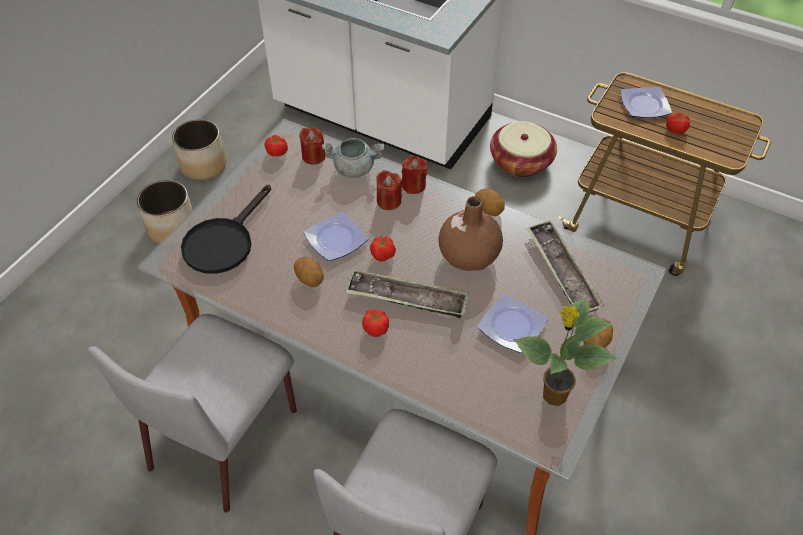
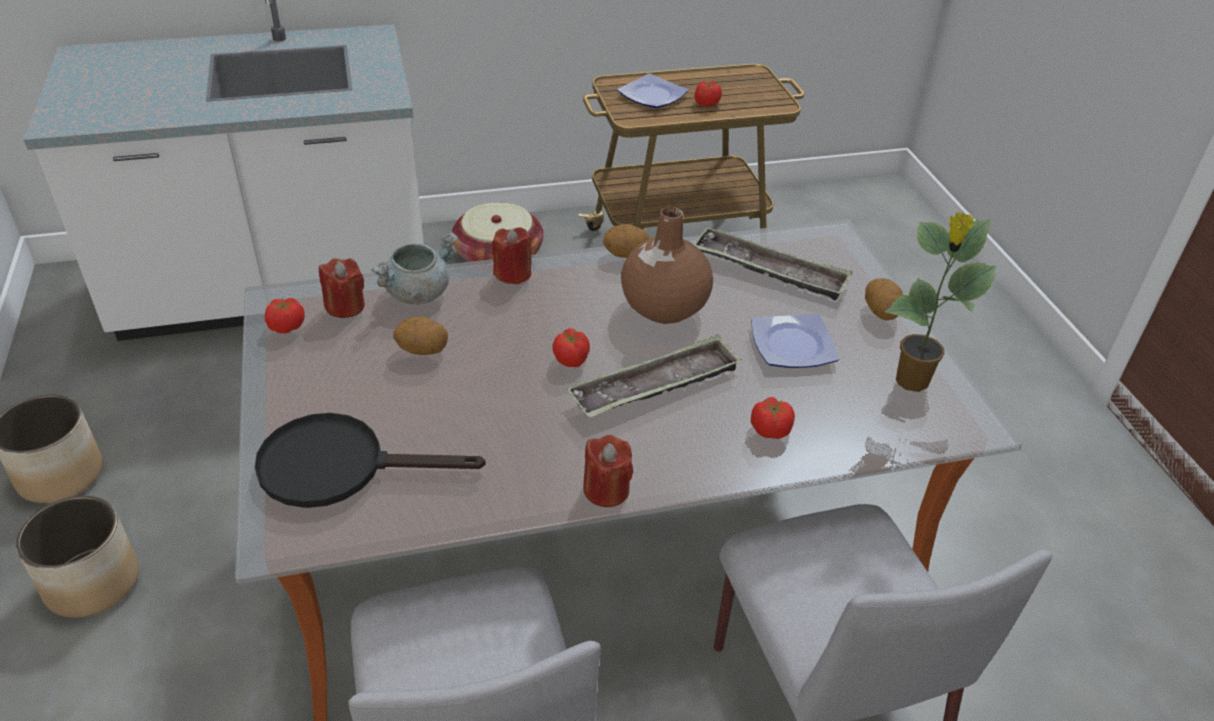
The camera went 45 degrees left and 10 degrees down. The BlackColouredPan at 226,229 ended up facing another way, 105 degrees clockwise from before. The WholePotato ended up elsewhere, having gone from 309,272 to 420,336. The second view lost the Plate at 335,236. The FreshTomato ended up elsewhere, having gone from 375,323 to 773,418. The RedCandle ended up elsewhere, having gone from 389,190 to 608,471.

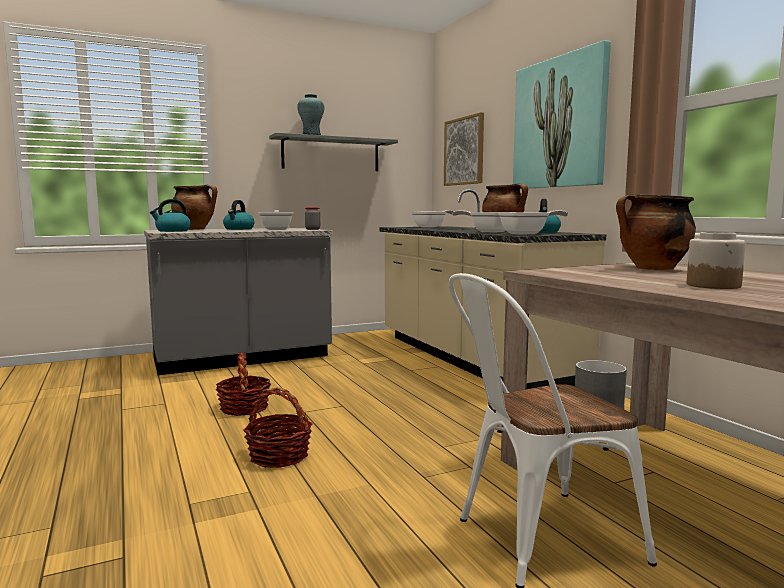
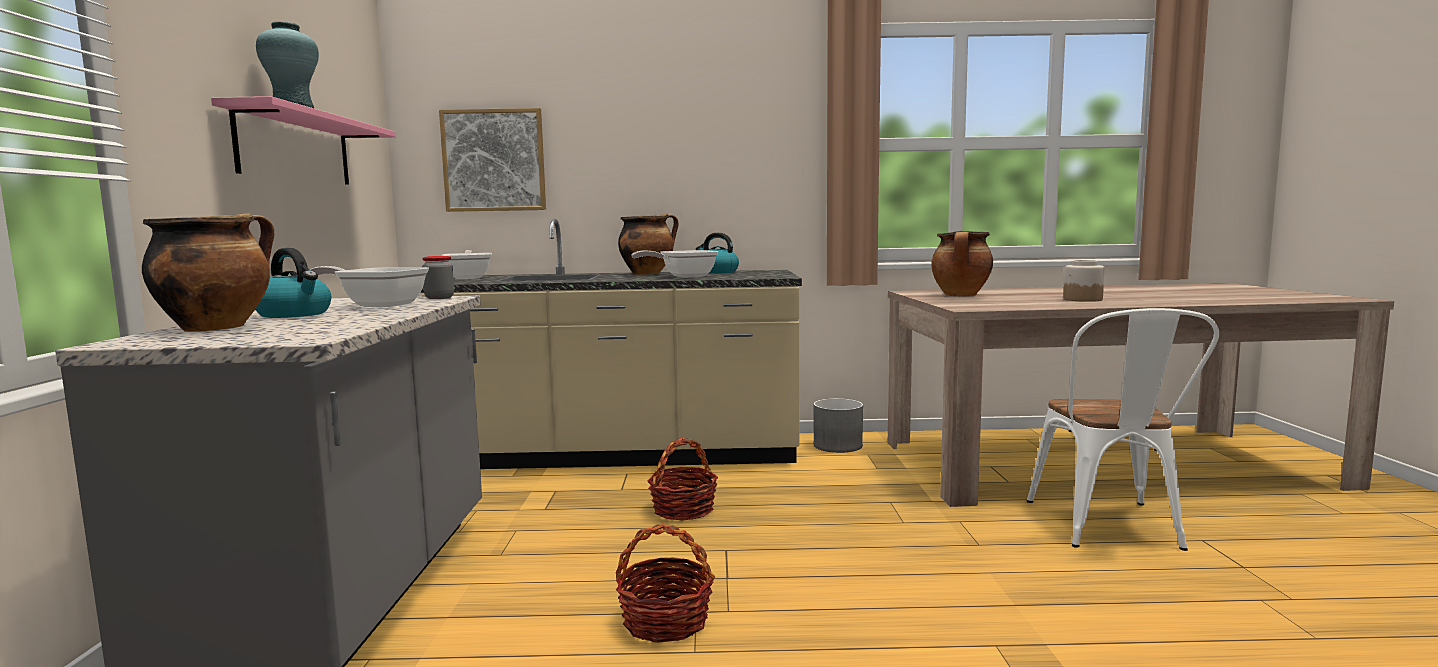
The camera went 65 degrees left and 0 degrees up. The second view lost the WaterKettle at 170,215. The Basket ended up elsewhere, having gone from 277,427 to 682,479. What was the GreyishWallShelf at 333,151 turned into the PinkWallShelf at 303,140. The second view lost the Pan at 533,222. The second view lost the Picture at 562,114.

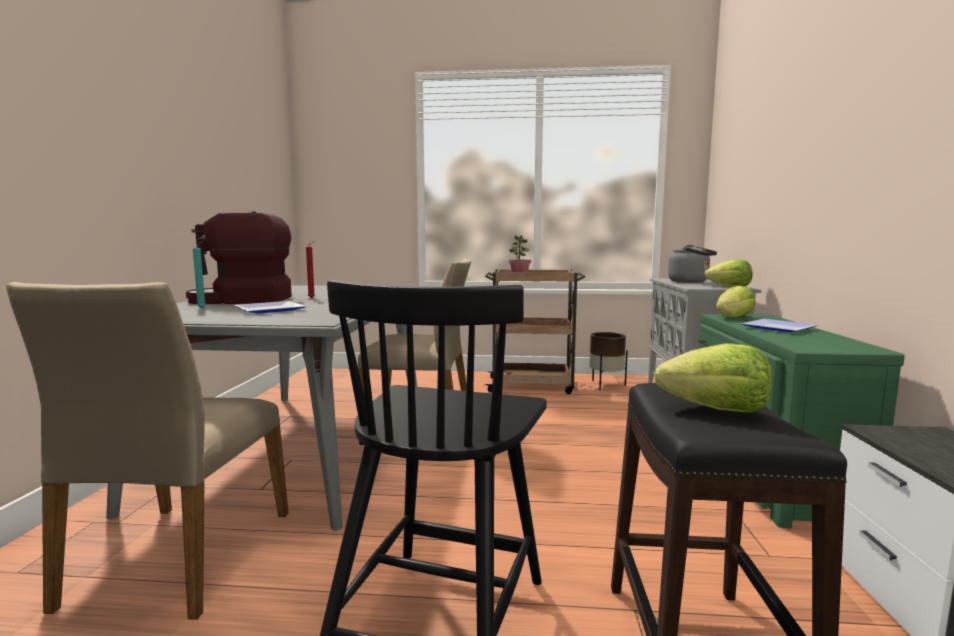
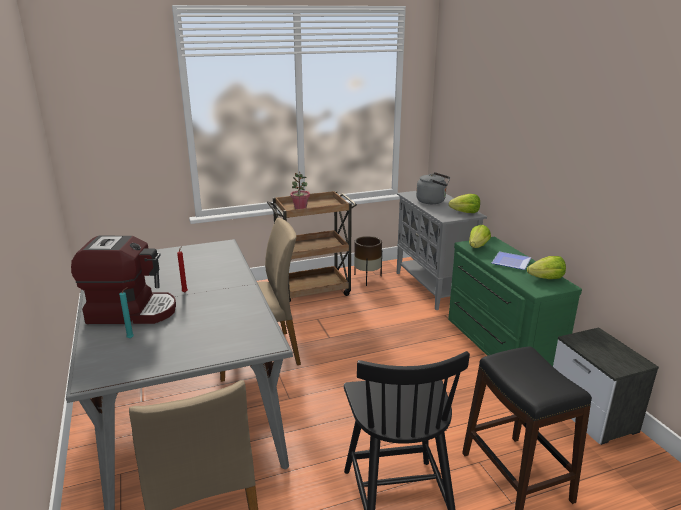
The camera went 25 degrees left and 15 degrees up. The CoffeeMachine at 239,257 ended up facing another way, 150 degrees counterclockwise from before. The second view lost the Plate at 270,307. The LettuceHead ended up elsewhere, having gone from 713,378 to 546,267.

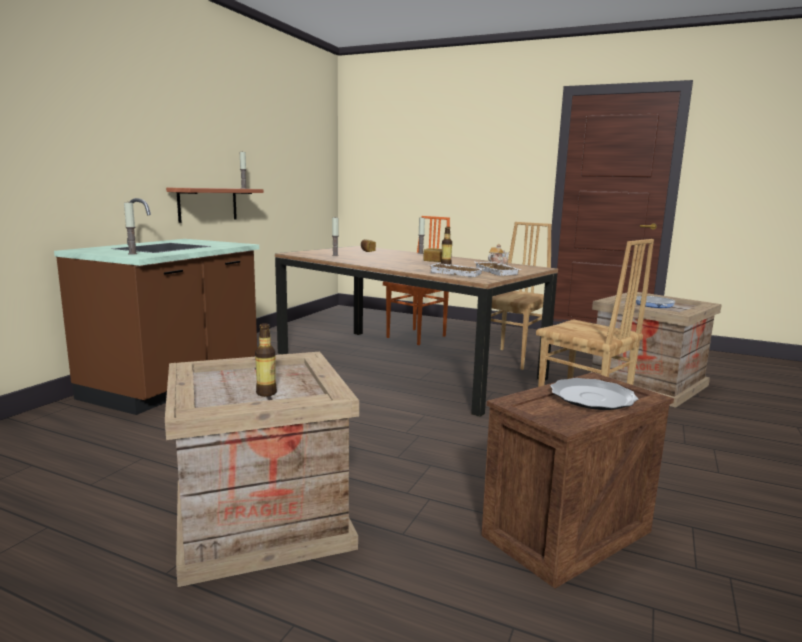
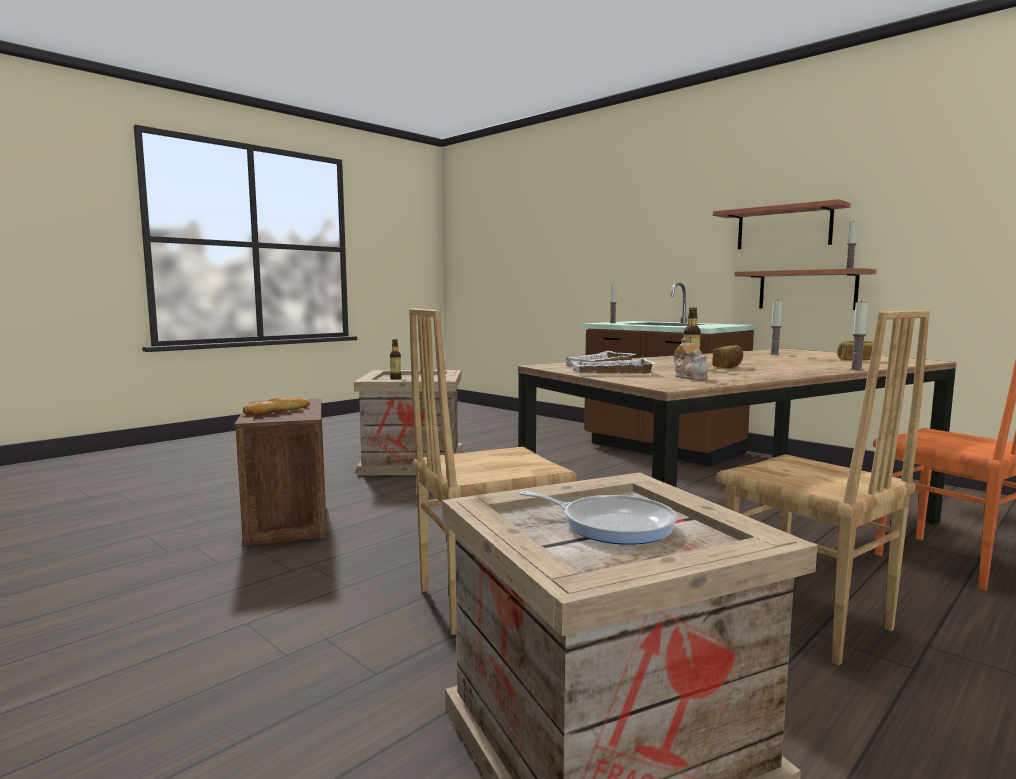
The camera went 110 degrees right and 5 degrees down. Where the Plate stood at 594,394, the Bread came to stand at 276,406. The second view gained the WallShelf at 782,224.

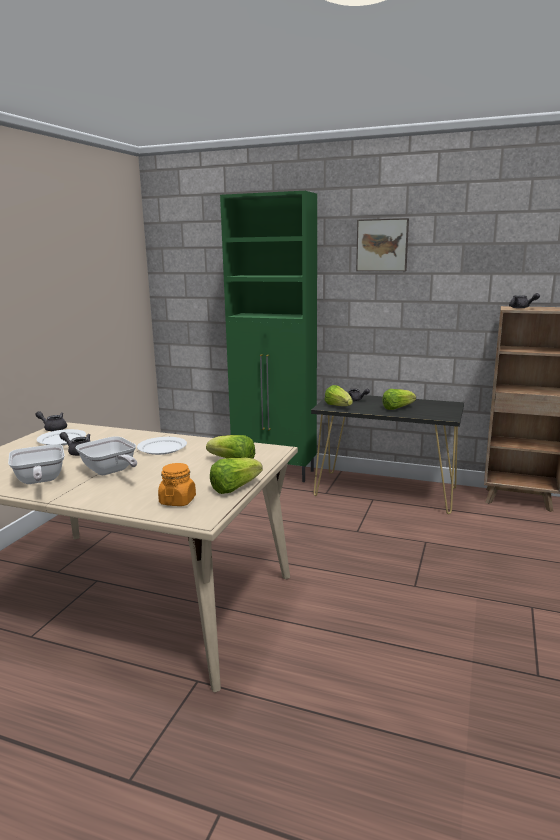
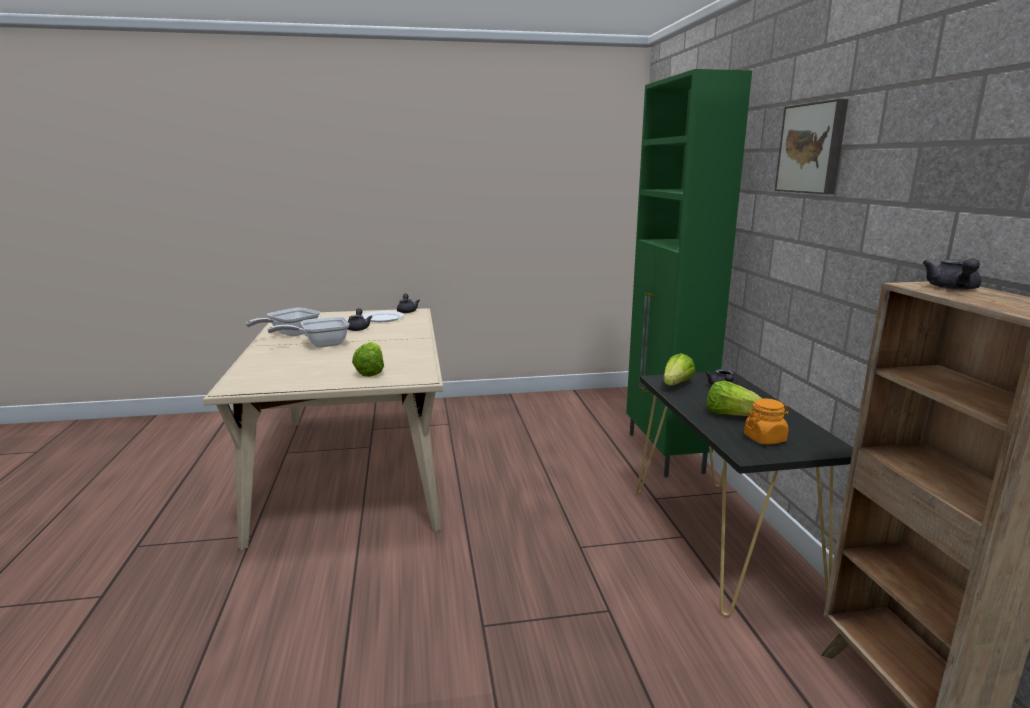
The camera went 60 degrees right and 0 degrees up. The Pan at 106,455 ended up facing another way, 45 degrees clockwise from before. The second view lost the WhitePlate at 162,446. The OrangePreserveJar ended up elsewhere, having gone from 177,484 to 766,421. The second view lost the LettuceHead at 236,476.

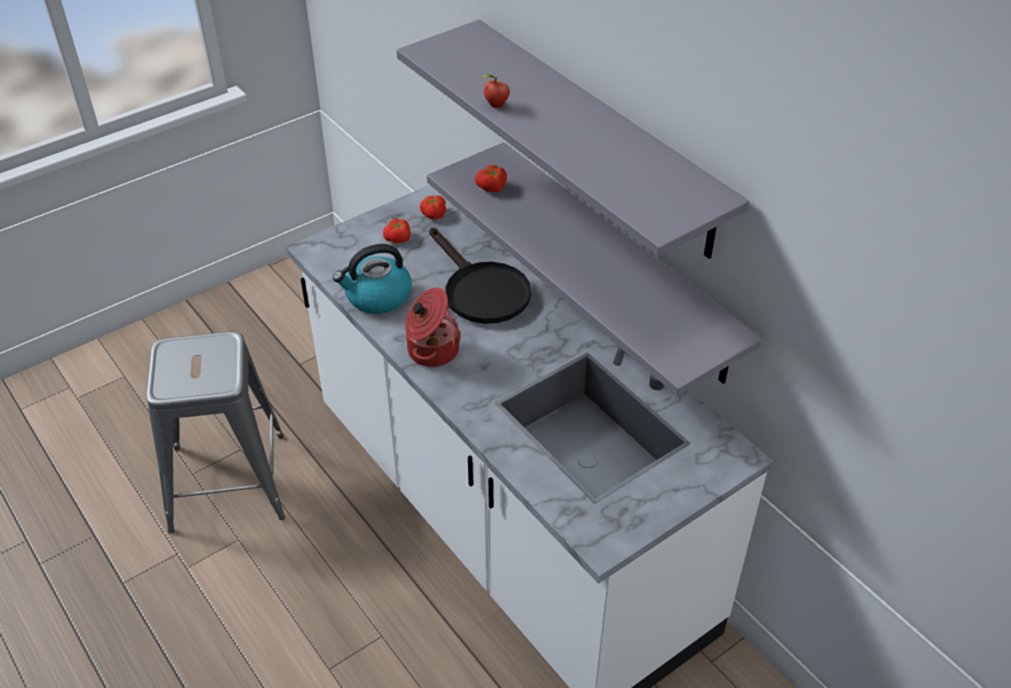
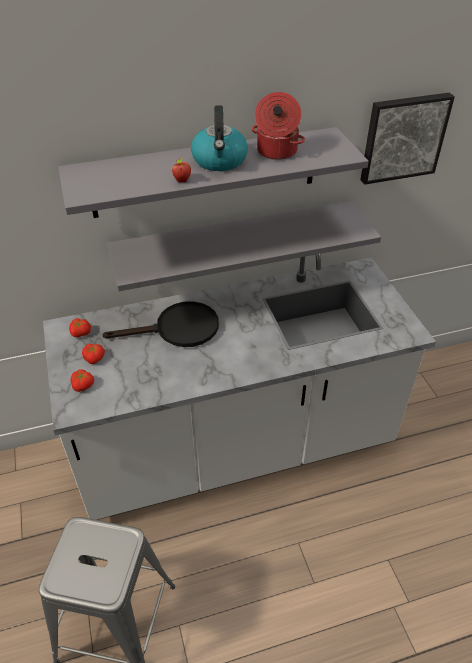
The camera went 70 degrees left and 0 degrees up. The WaterKettle ended up elsewhere, having gone from 372,279 to 219,138. The Saucepot ended up elsewhere, having gone from 433,327 to 278,126. The FreshTomato ended up elsewhere, having gone from 491,178 to 82,380. The second view gained the Picture at 407,139.

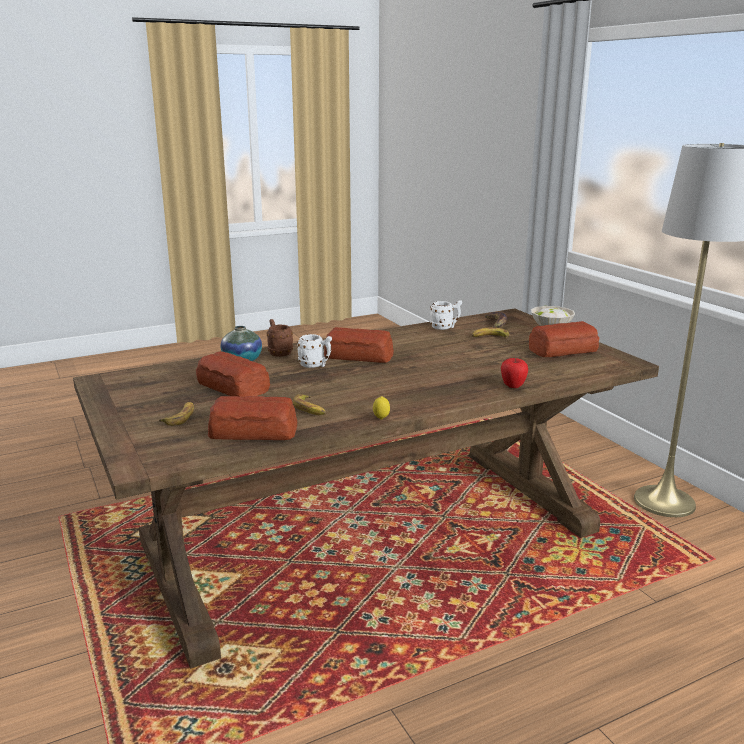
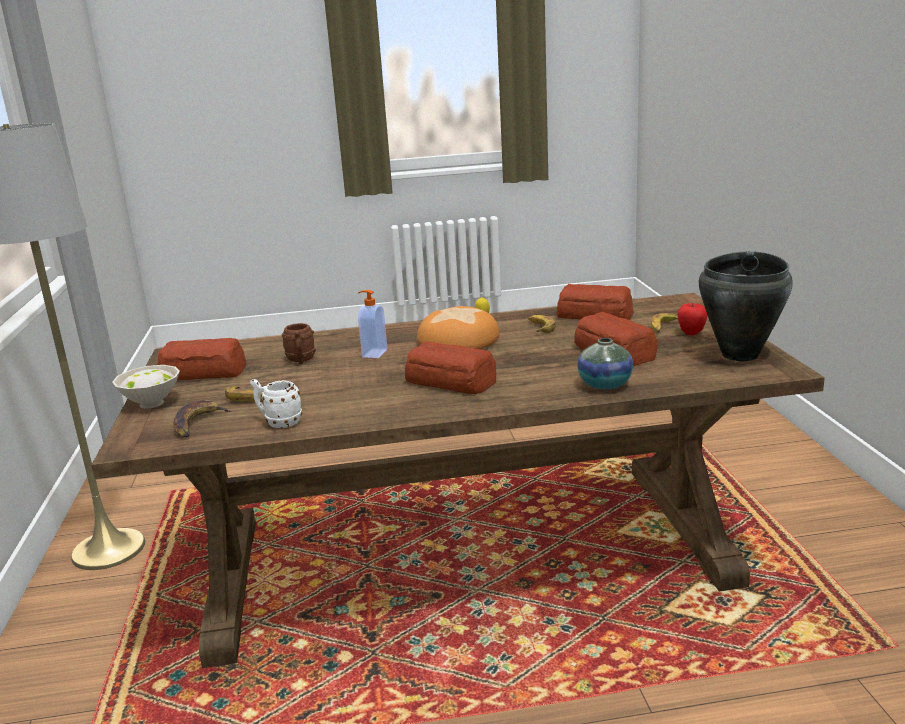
The camera went 160 degrees left and 0 degrees up. The BrownTeaMug ended up elsewhere, having gone from 280,338 to 299,343. The second view lost the WhiteTeaMug at 314,351. The Apple ended up elsewhere, having gone from 514,373 to 692,319. The second view gained the LiquidSoapBottle at 372,324. The second view gained the Bread at 458,327. The second view gained the BlackColouredSaucepot at 746,306.

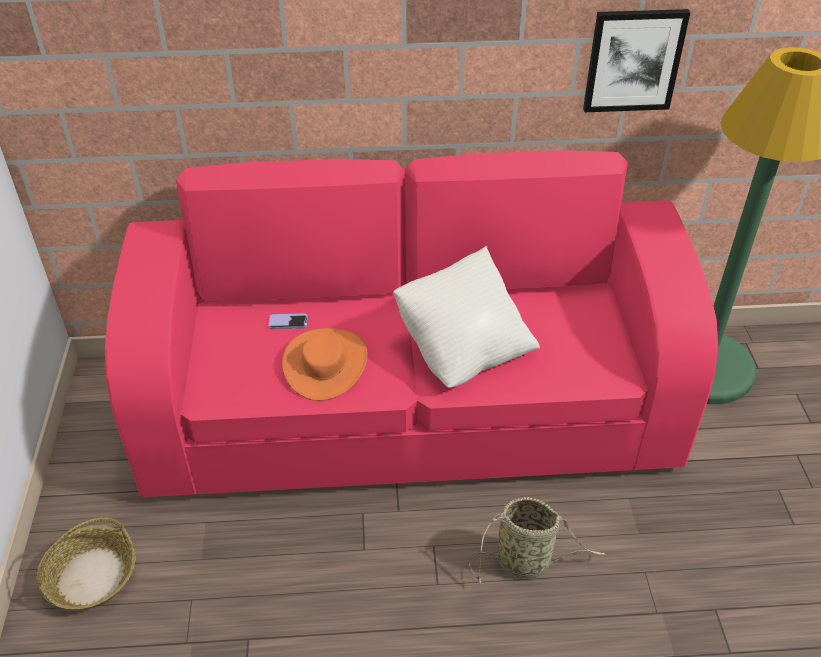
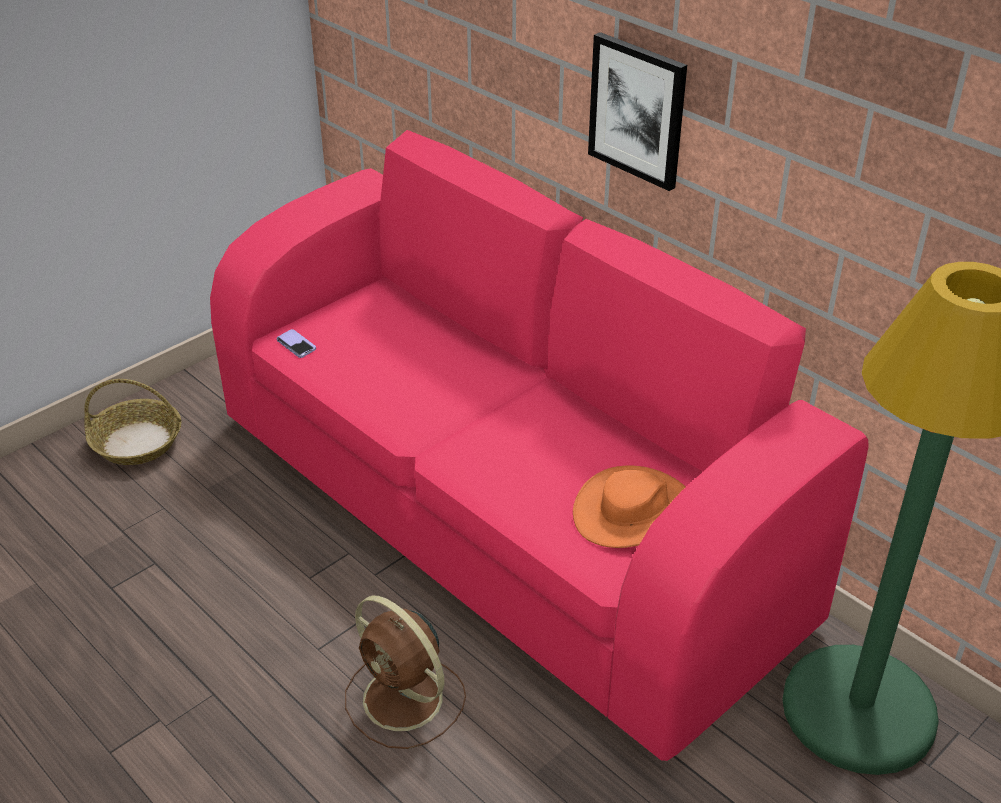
The camera went 50 degrees right and 5 degrees down. The Phone ended up elsewhere, having gone from 288,321 to 296,343. The OrangeClothingHat ended up elsewhere, having gone from 325,364 to 629,507. The second view lost the WhiteCushion at 466,317. Where the Basket stood at 537,540, the BrownCoolingFan came to stand at 405,672. The Picture ended up elsewhere, having gone from 636,60 to 637,111.

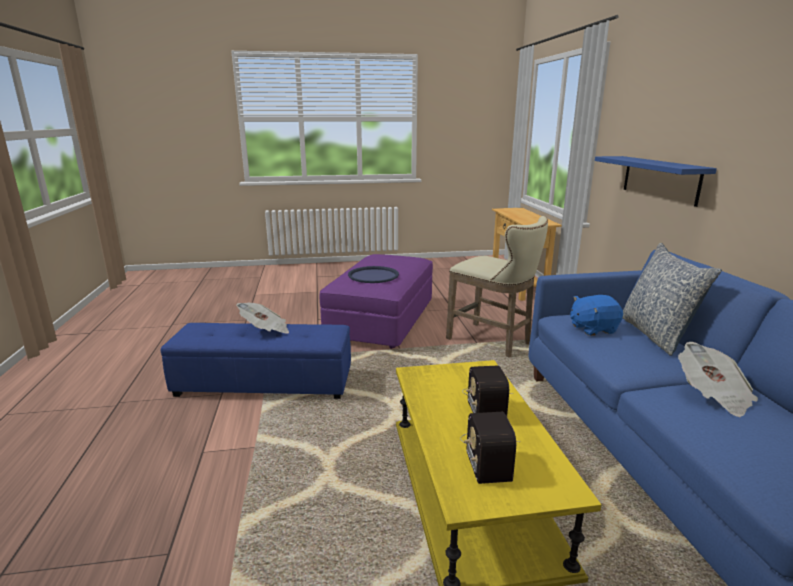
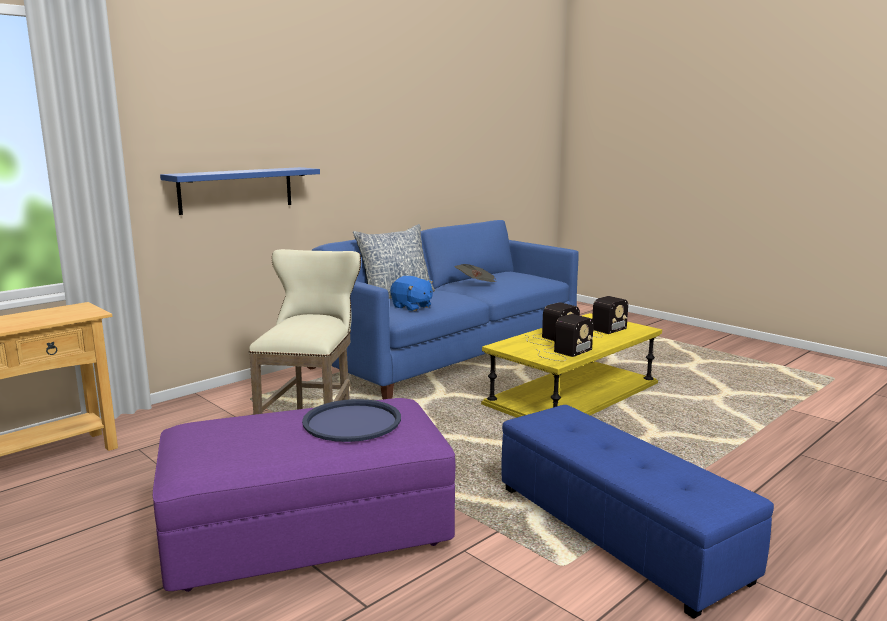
The camera went 125 degrees left and 5 degrees down. The second view lost the DailyPaper at 262,318. The second view gained the RadioReceiver at 564,337.

